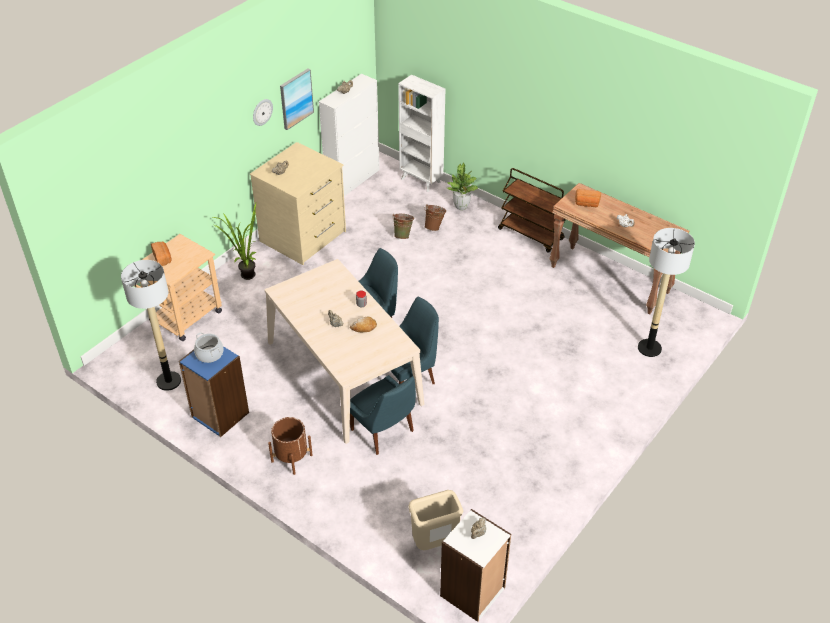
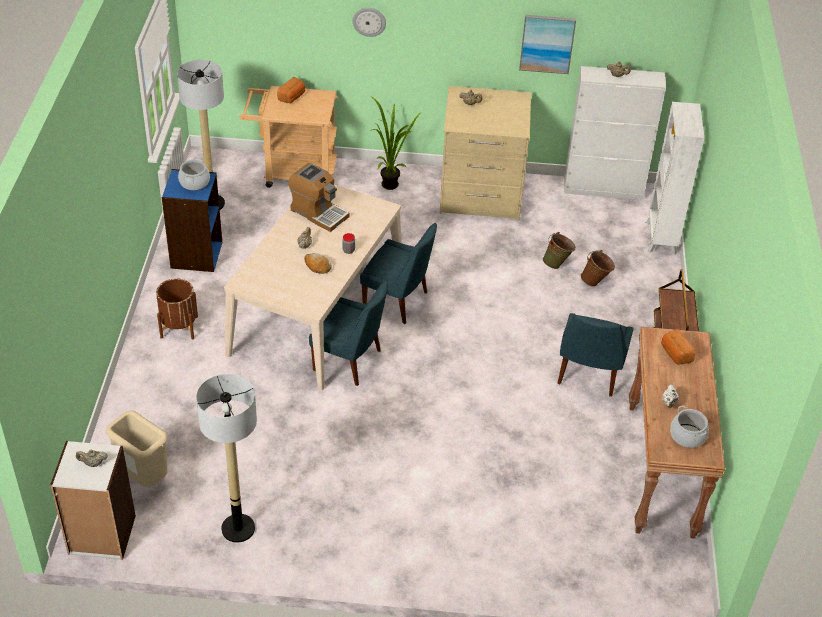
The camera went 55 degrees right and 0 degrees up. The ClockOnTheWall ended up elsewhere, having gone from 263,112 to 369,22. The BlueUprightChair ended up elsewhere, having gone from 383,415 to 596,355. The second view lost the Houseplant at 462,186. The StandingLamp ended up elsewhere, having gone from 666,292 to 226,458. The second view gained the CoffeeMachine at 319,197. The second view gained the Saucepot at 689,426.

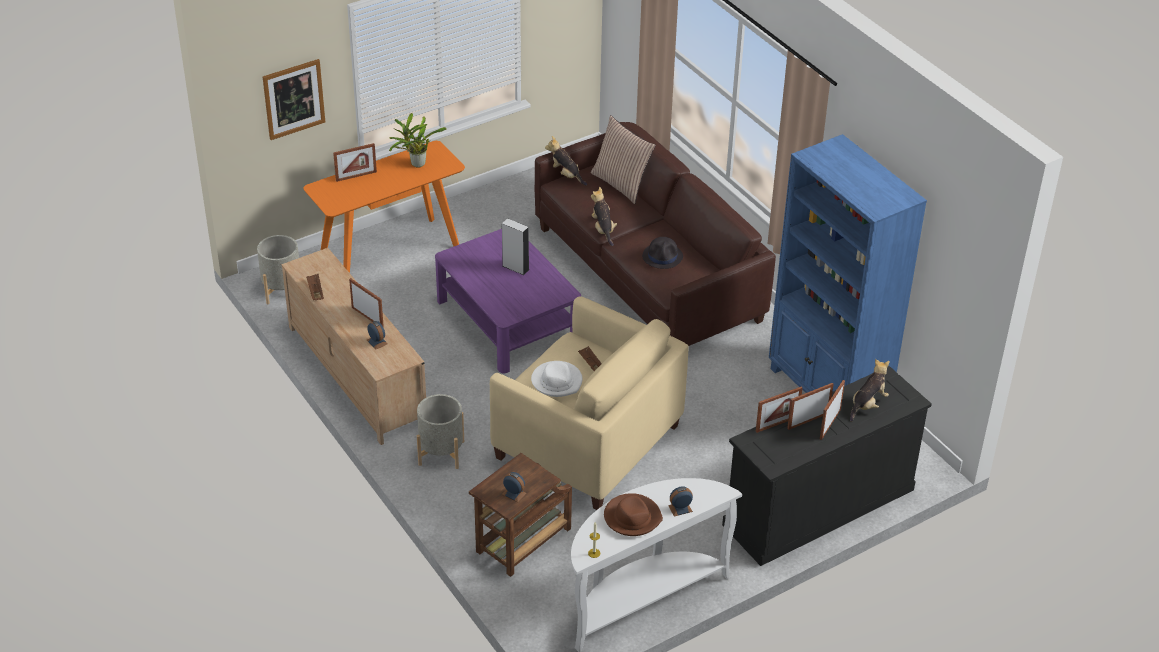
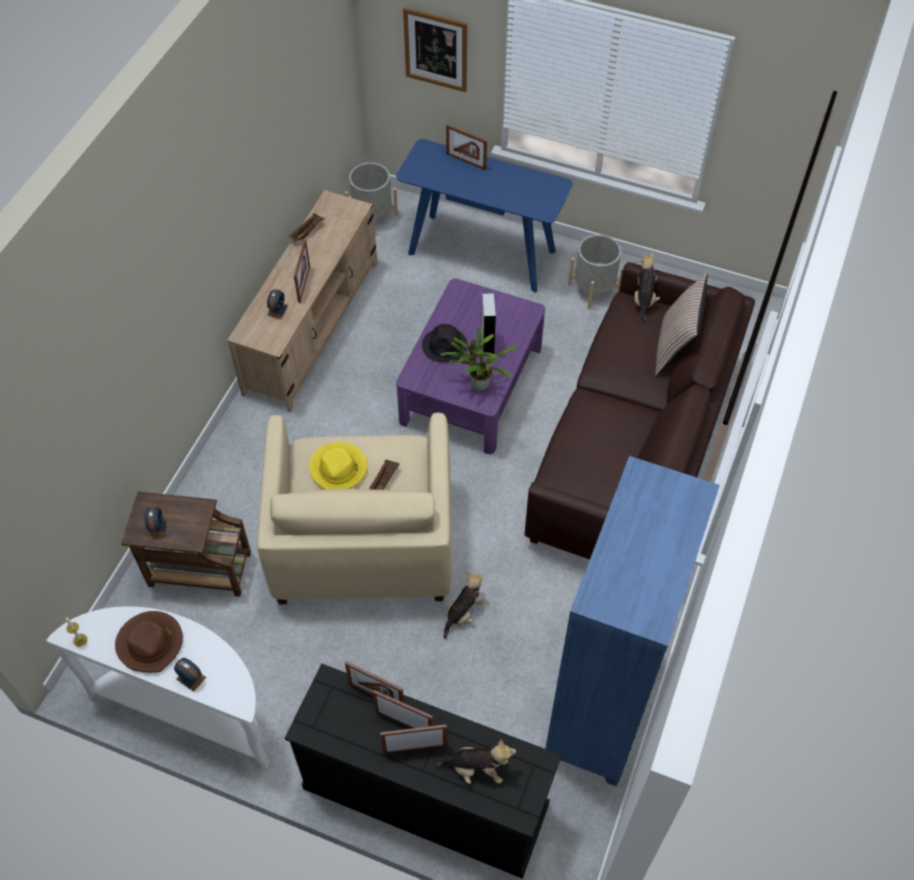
The camera went 55 degrees right and 15 degrees up. What was the OrangeHallTable at 384,207 turned into the BlueHallTable at 484,216. The Houseplant ended up elsewhere, having gone from 418,140 to 478,359. The GreyishPlantPot ended up elsewhere, having gone from 440,431 to 595,271. What was the WhiteClothingHat at 557,379 turned into the YellowColouredClothingHat at 338,465. The SoftToy ended up elsewhere, having gone from 604,216 to 465,606. The BlackColouredClothingHat ended up elsewhere, having gone from 662,253 to 445,343.

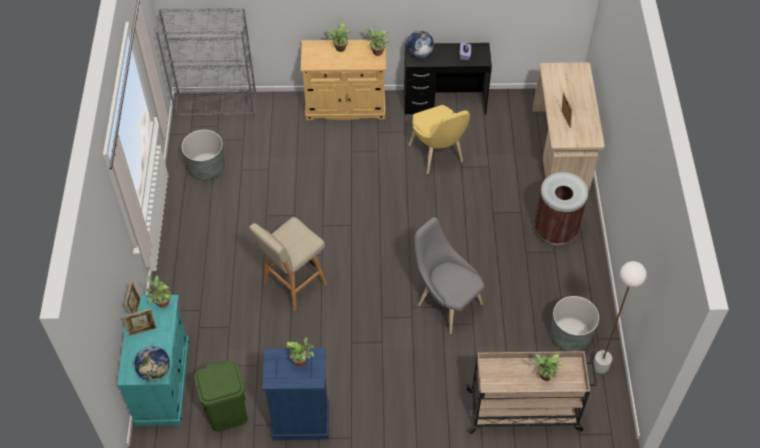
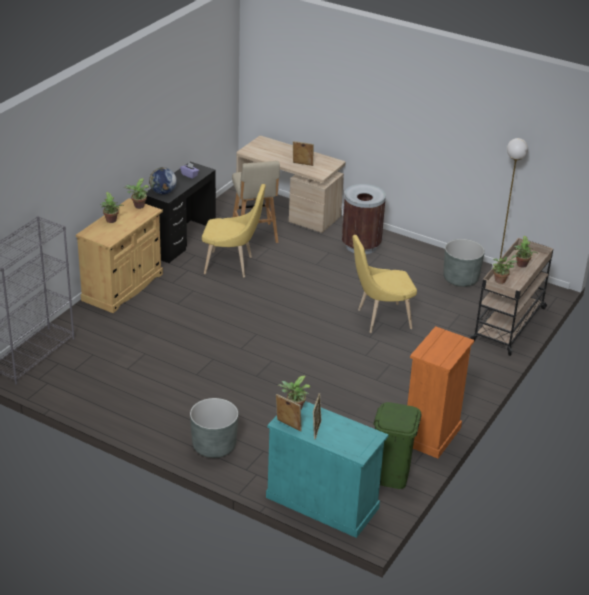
The camera went 60 degrees left and 20 degrees down. The second view lost the Globe at 152,363. The GreyishPlantPot ended up elsewhere, having gone from 203,155 to 214,428. The SandColouredStool ended up elsewhere, having gone from 288,264 to 256,202. What was the BlueDresser at 295,394 turned into the OrangeDresser at 440,392. The Houseplant ended up elsewhere, having gone from 300,351 to 505,269. What was the GreyishUprightChair at 449,275 turned into the YellowColouredUprightChair at 385,284.

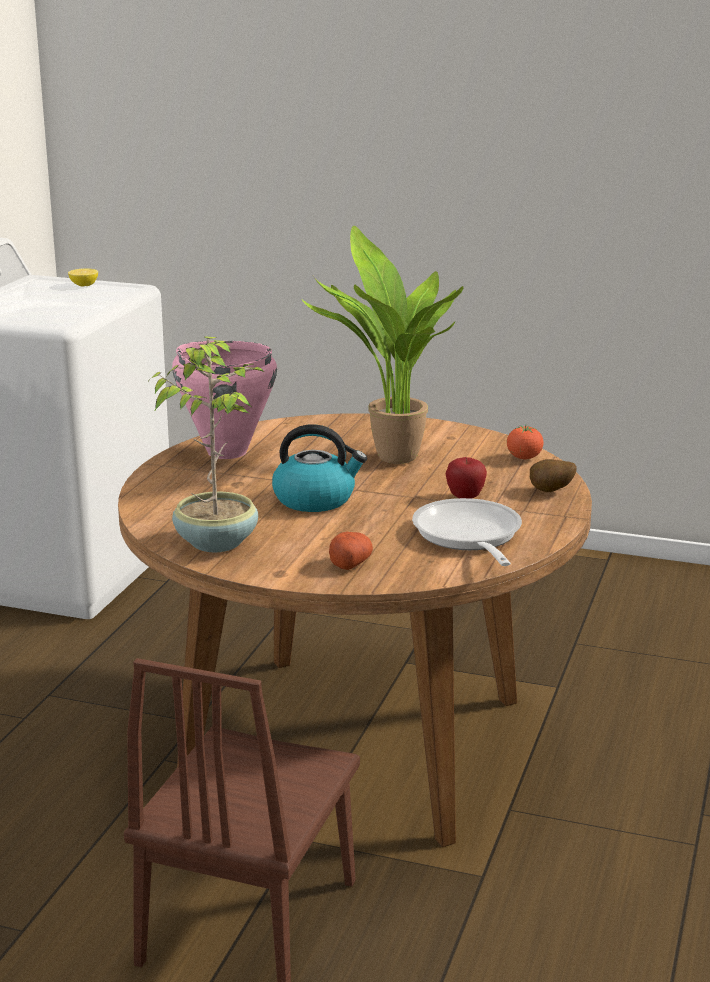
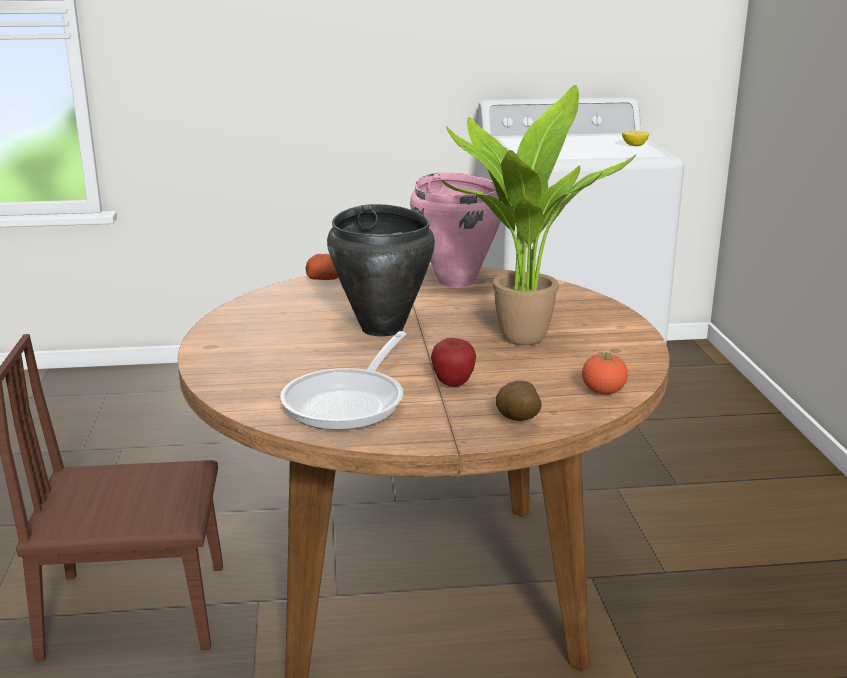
The camera went 65 degrees right and 0 degrees up. The second view lost the Houseplant at 206,444. Where the WaterKettle stood at 319,468, the BlackColouredSaucepot came to stand at 381,270. The WholePotato ended up elsewhere, having gone from 351,551 to 322,267. The Pan at 467,532 ended up facing another way, 150 degrees clockwise from before.

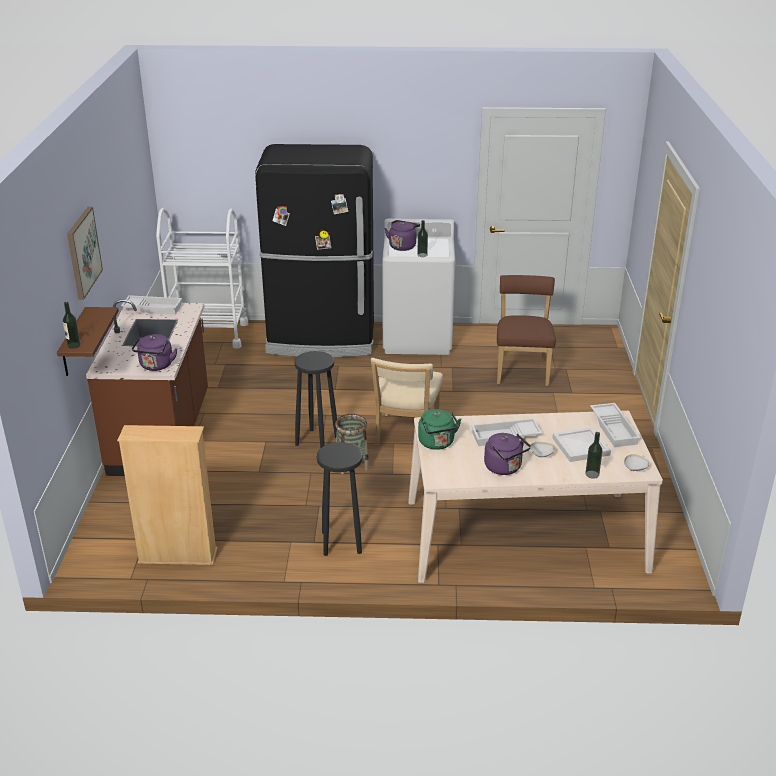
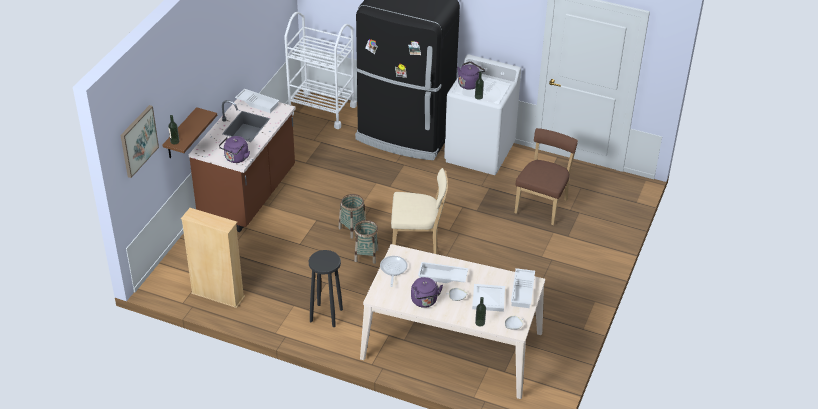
The camera went 20 degrees right and 10 degrees up. The Picture ended up elsewhere, having gone from 85,253 to 140,141. Where the BlackColouredStool stood at 315,400, the Basket came to stand at 352,216. The SandColouredUprightChair at 407,402 ended up facing another way, 120 degrees counterclockwise from before. Where the GreenishWaterKettle stood at 439,429, the Pan came to stand at 394,271.

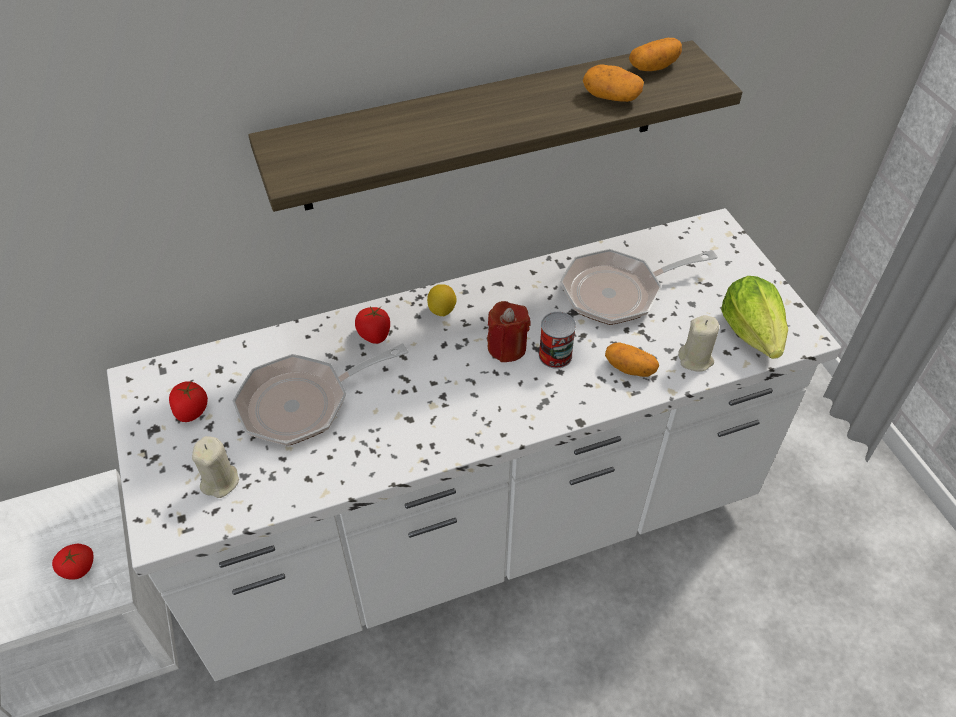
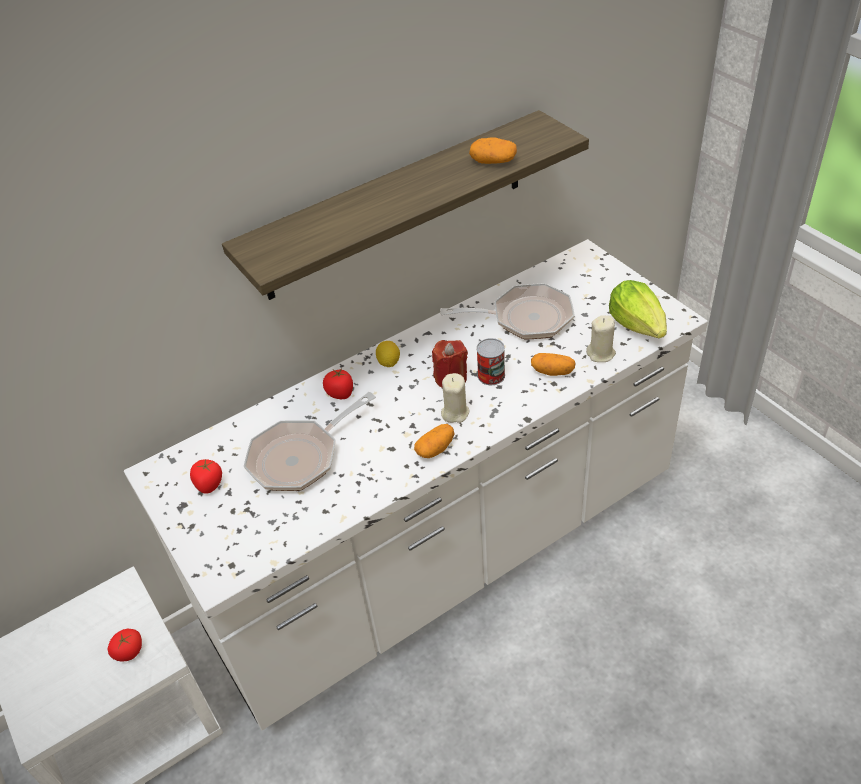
The camera went 10 degrees left and 5 degrees down. The SandColouredCandle ended up elsewhere, having gone from 215,467 to 455,398. The Pan at 639,287 ended up facing another way, 150 degrees counterclockwise from before. The WholePotato ended up elsewhere, having gone from 655,54 to 434,441.

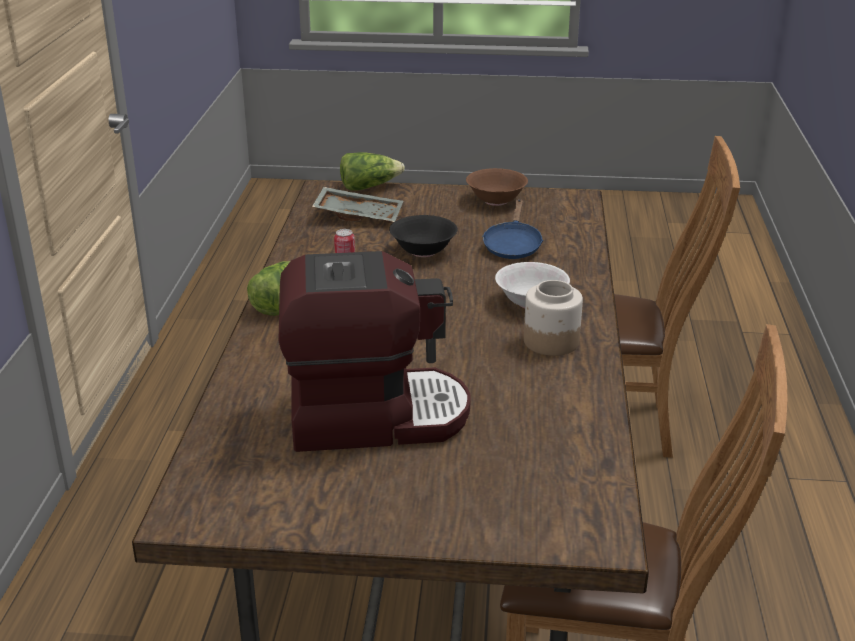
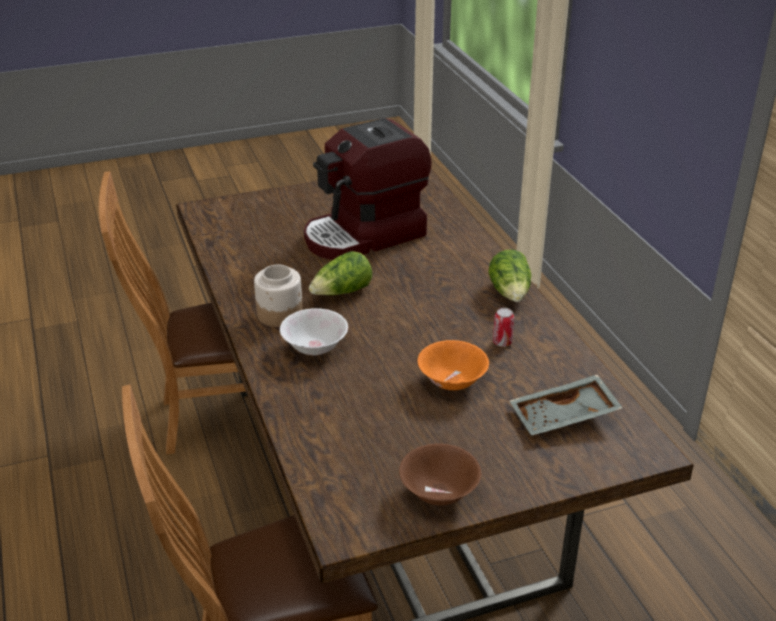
The camera went 155 degrees right and 5 degrees up. The LettuceHead ended up elsewhere, having gone from 372,171 to 340,273. What was the BlackColouredBowl at 423,236 turned into the OrangeBowl at 453,365. The second view lost the BluePan at 512,229.

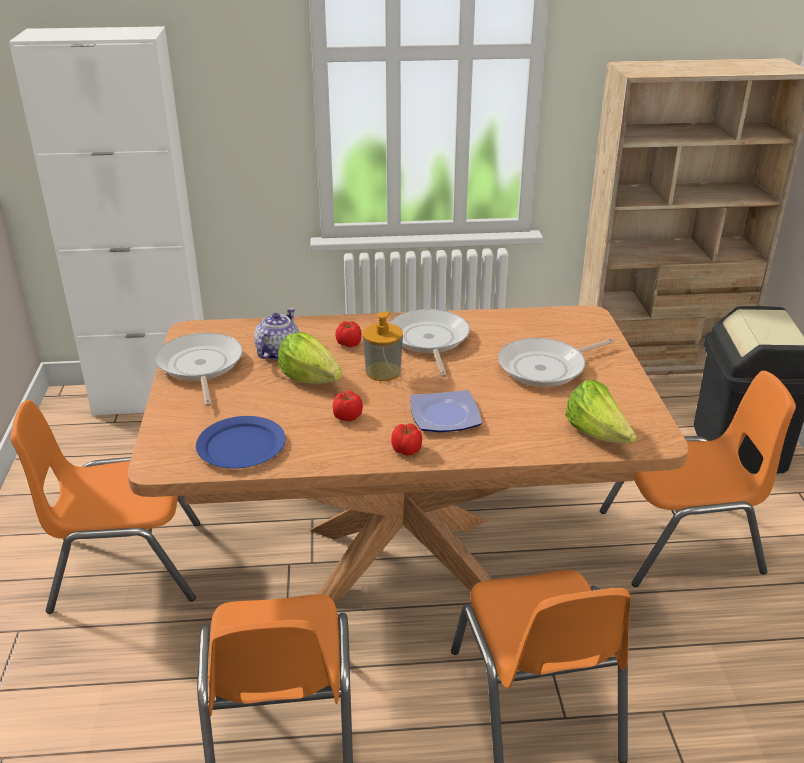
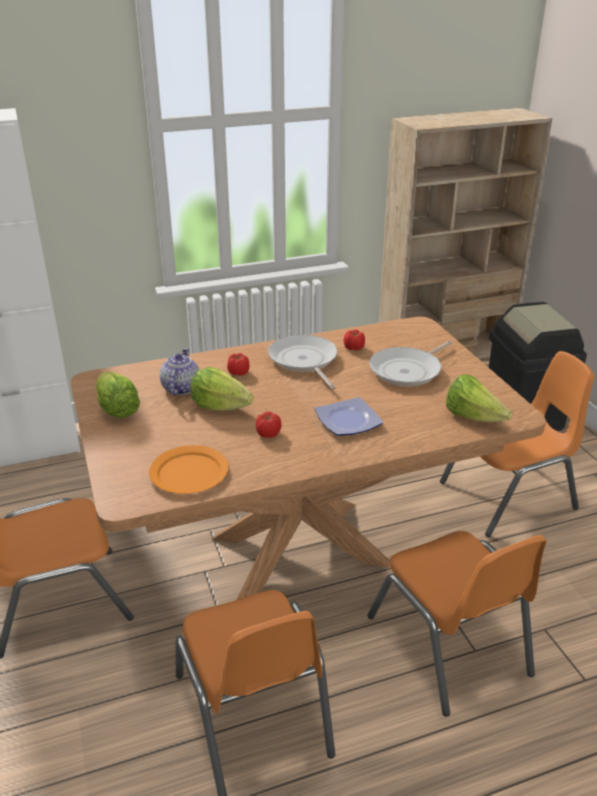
The camera went 15 degrees left and 0 degrees up. Where the Pan stood at 199,369, the LettuceHead came to stand at 118,394. What was the BluePlate at 241,442 turned into the OrangePlate at 189,469. The second view lost the LiquidSoapBottle at 383,346. The FreshTomato ended up elsewhere, having gone from 406,439 to 354,340.

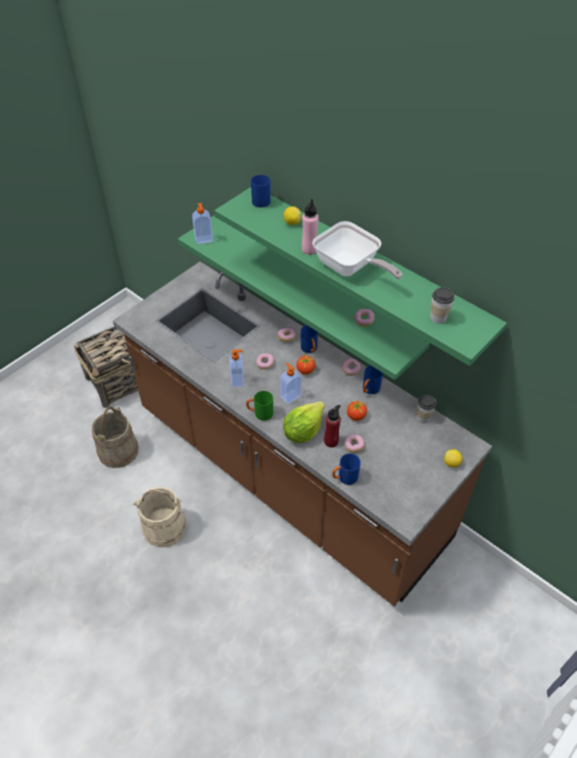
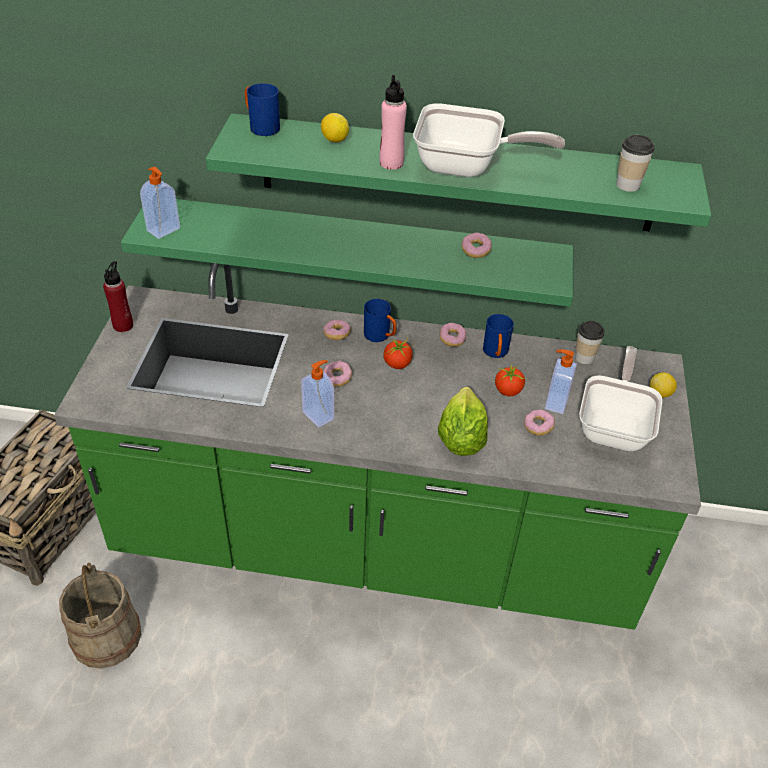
The camera went 35 degrees left and 5 degrees down. What was the BrownKitchenBaseUnit at 302,434 turned into the GreenishKitchenBaseUnit at 377,446. The second view lost the SandColouredWaterBucket at 159,517. The second view lost the GreenishTeaMug at 259,406. The LiquidSoapBottle ended up elsewhere, having gone from 291,383 to 561,381. The RedDrinkBottle ended up elsewhere, having gone from 332,426 to 118,296. The second view lost the BlueTeaMug at 346,469. The second view gained the Pan at 620,398.

